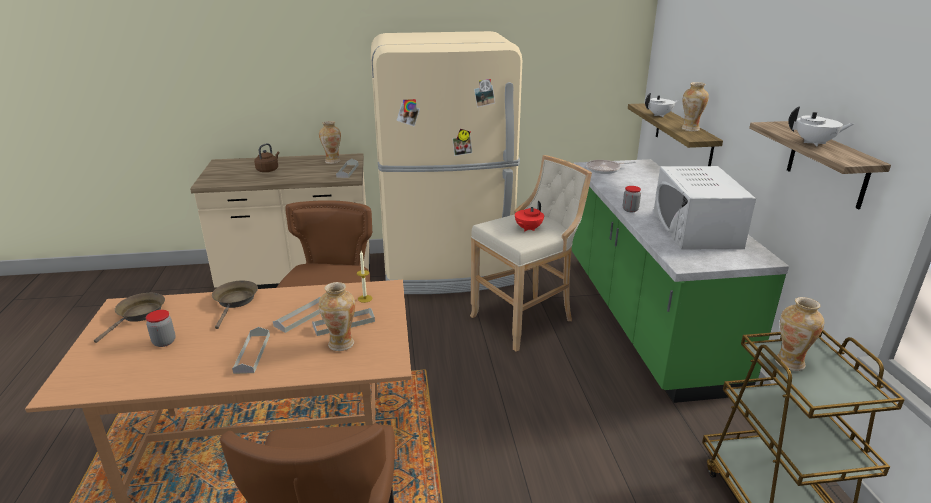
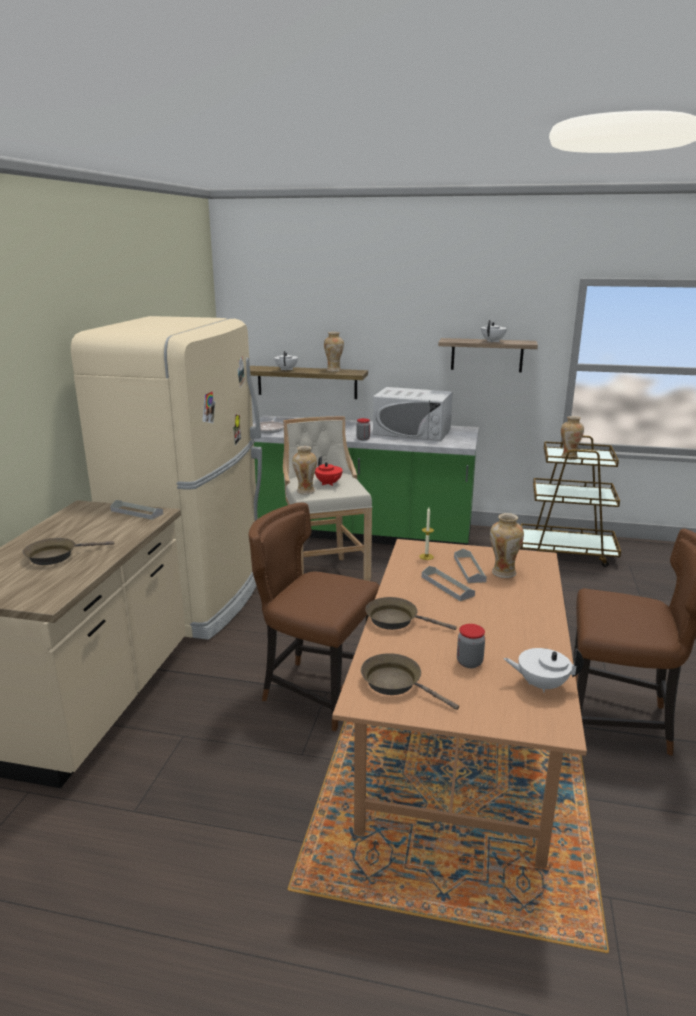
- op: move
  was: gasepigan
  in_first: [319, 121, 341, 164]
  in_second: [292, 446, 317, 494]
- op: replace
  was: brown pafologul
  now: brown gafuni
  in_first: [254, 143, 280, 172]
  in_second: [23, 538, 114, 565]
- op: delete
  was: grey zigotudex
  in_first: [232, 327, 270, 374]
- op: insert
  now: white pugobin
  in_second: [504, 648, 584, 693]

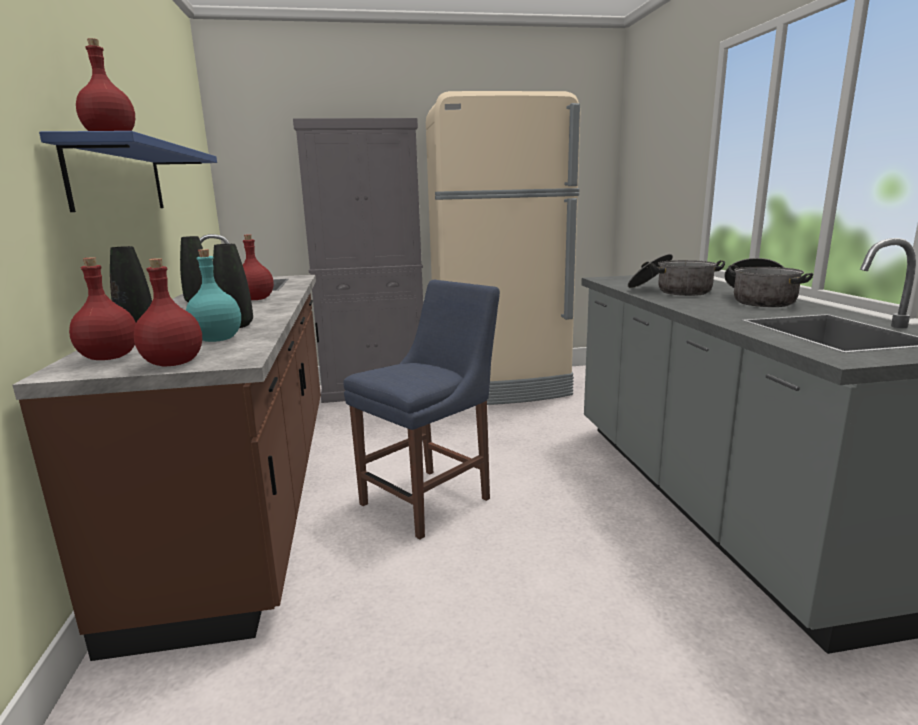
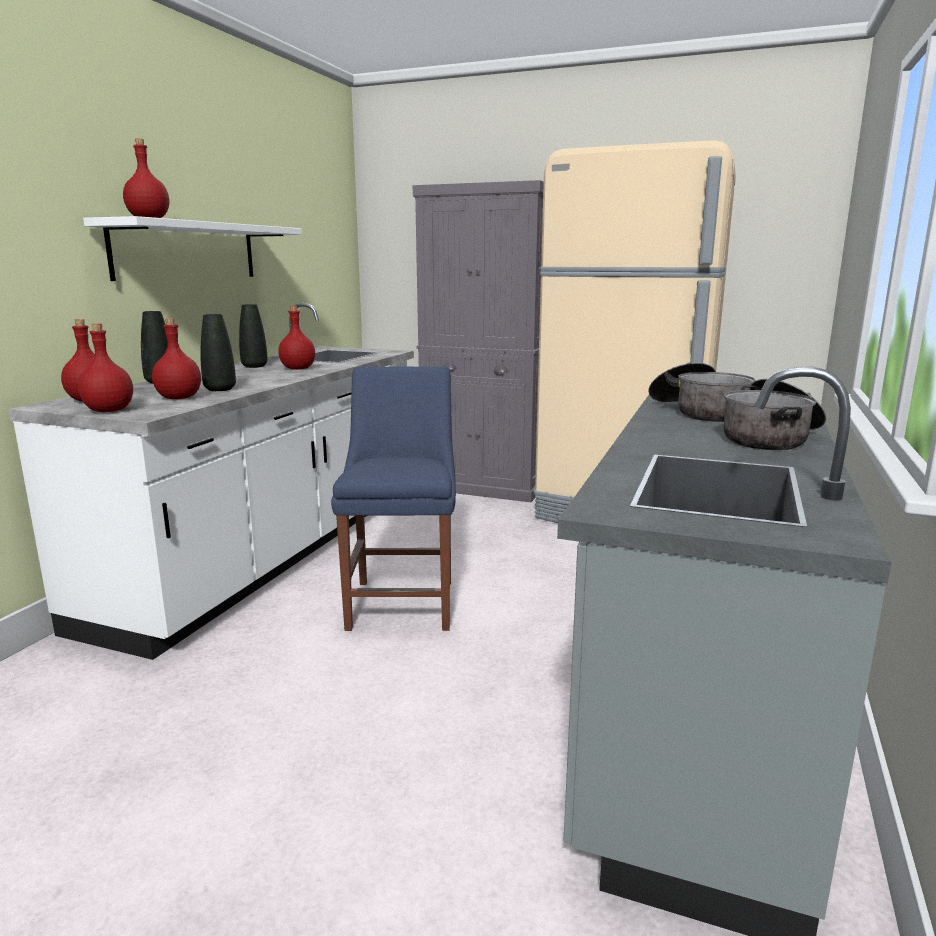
- op: recolor
  was: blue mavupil
  now: white mavupil
  in_first: [39, 131, 217, 212]
  in_second: [83, 216, 302, 281]
- op: recolor
  was: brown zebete
  now: white zebete
  in_first: [13, 234, 321, 661]
  in_second: [8, 303, 414, 660]
- op: recolor
  was: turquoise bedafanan
  now: red bedafanan
  in_first: [186, 249, 241, 342]
  in_second: [152, 318, 201, 399]
- op: rotate
  was: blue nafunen
  in_first: [343, 280, 500, 540]
  in_second: [331, 366, 456, 631]
  clockwise: -75

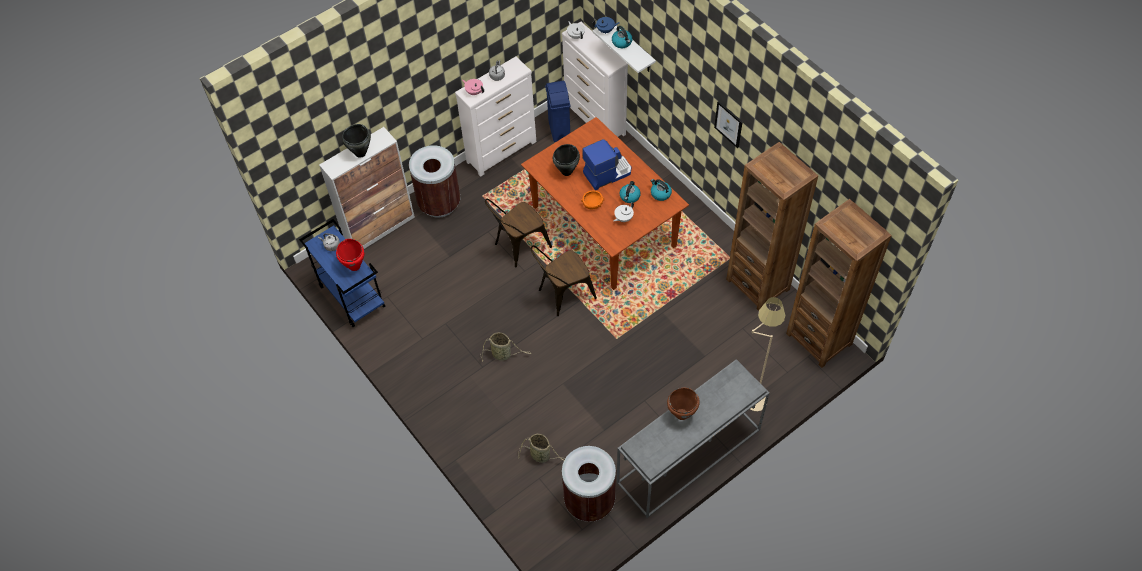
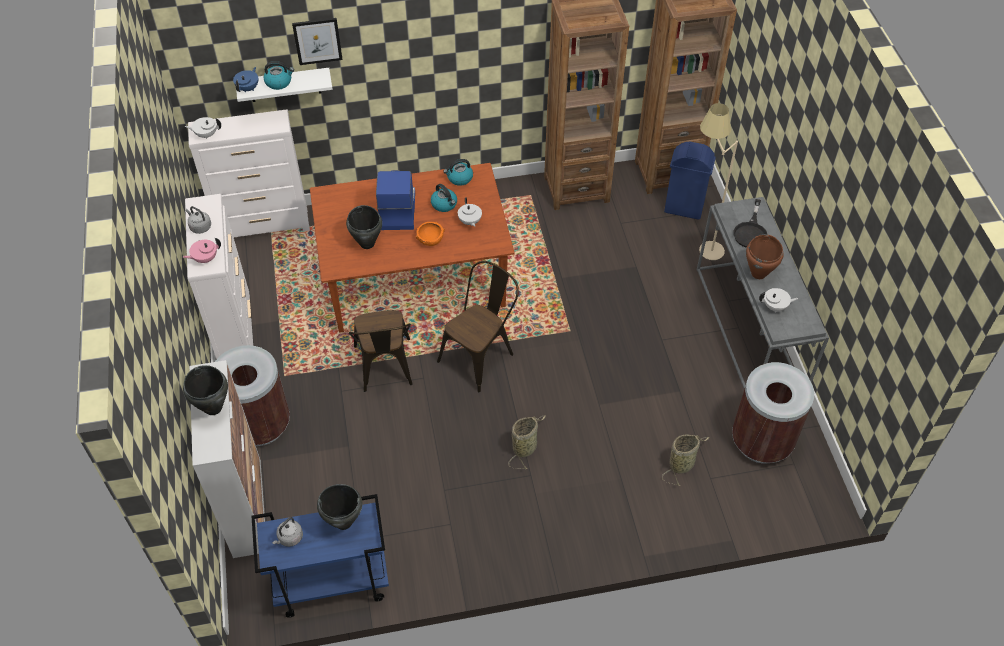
- op: move
  was: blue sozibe
  in_first: [545, 81, 570, 142]
  in_second: [664, 142, 716, 220]
- op: move
  was: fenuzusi
  in_first: [714, 101, 743, 148]
  in_second: [292, 18, 343, 65]
- op: recolor
  was: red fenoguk
  now: black fenoguk
  in_first: [336, 239, 365, 271]
  in_second: [317, 484, 363, 530]
- op: rotate
  was: brown nafunen
  in_first: [531, 245, 597, 316]
  in_second: [437, 261, 519, 392]
  clockwise: -135
- op: insert
  now: black gafuni
  in_second: [733, 199, 768, 248]
- op: insert
  now: white pugobin
  in_second: [759, 288, 798, 312]

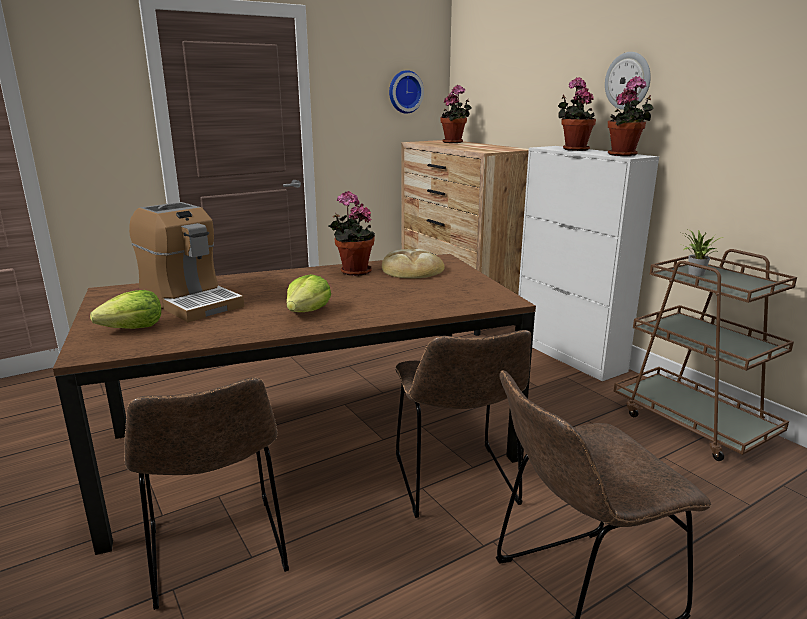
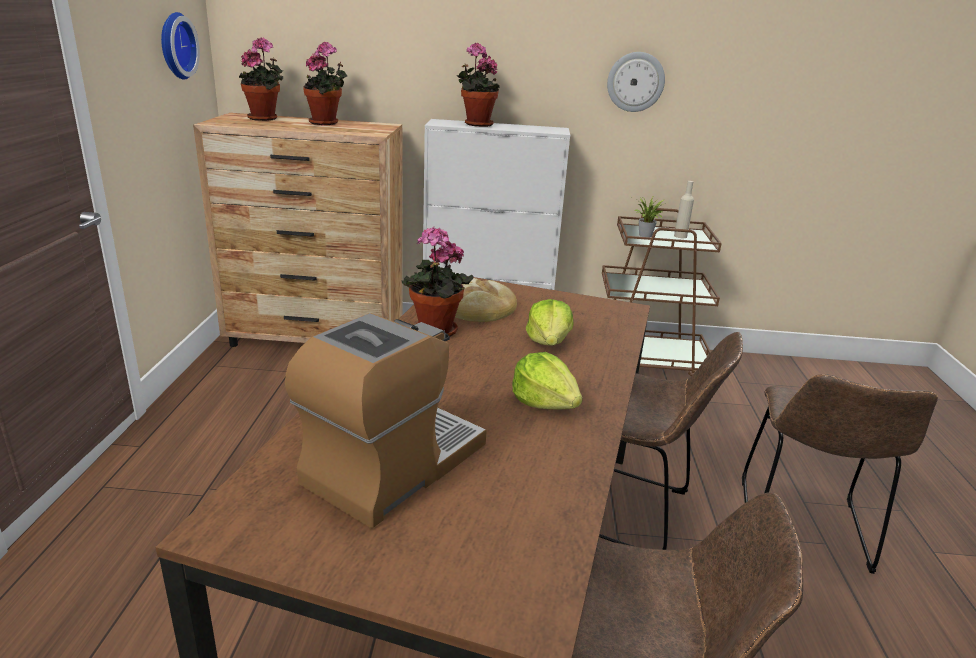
- op: move
  was: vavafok
  in_first: [605, 52, 651, 110]
  in_second: [607, 52, 665, 112]
- op: move
  was: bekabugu
  in_first: [608, 76, 654, 156]
  in_second: [303, 42, 347, 125]
- op: rotate
  was: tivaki
  in_first: [129, 202, 244, 322]
  in_second: [285, 313, 487, 528]
  clockwise: -45
- op: move
  was: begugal
  in_first: [90, 290, 161, 329]
  in_second: [526, 299, 574, 346]
- op: insert
  now: beige bedafanan
  in_second: [674, 181, 694, 238]

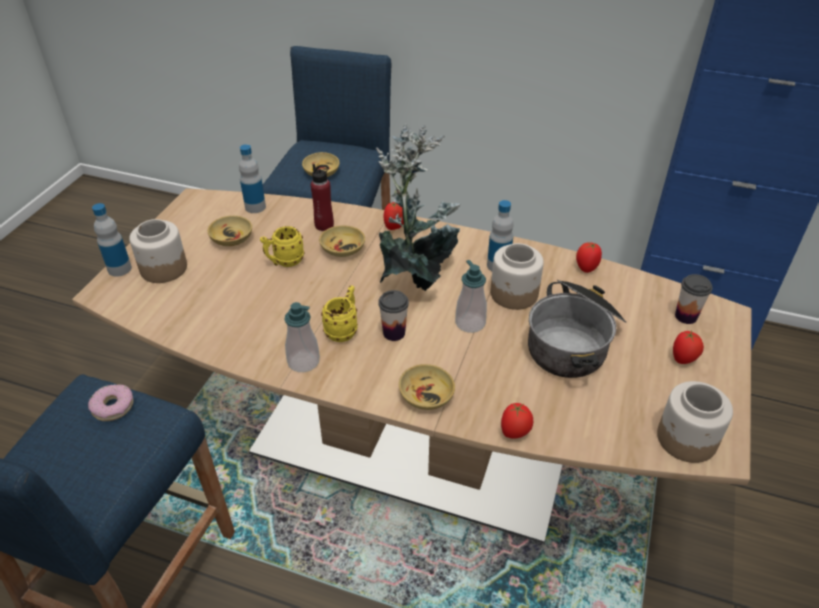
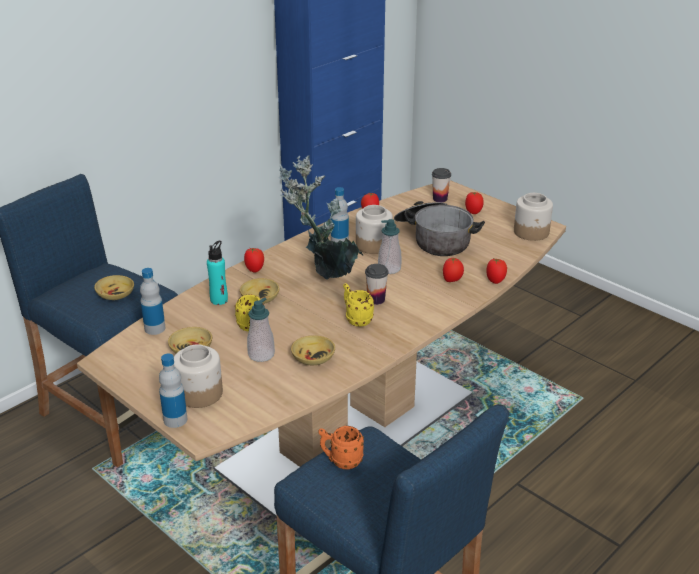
- op: recolor
  was: red bedafanan
  now: turquoise bedafanan
  in_first: [311, 164, 334, 231]
  in_second: [207, 240, 228, 305]
- op: move
  was: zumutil
  in_first: [284, 302, 320, 372]
  in_second: [247, 297, 275, 362]
- op: move
  was: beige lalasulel
  in_first: [399, 364, 455, 410]
  in_second: [291, 335, 335, 365]
- op: replace
  was: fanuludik
  now: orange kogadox
  in_first: [88, 384, 133, 421]
  in_second: [318, 426, 364, 469]
- op: insert
  now: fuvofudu
  in_second: [443, 258, 464, 282]

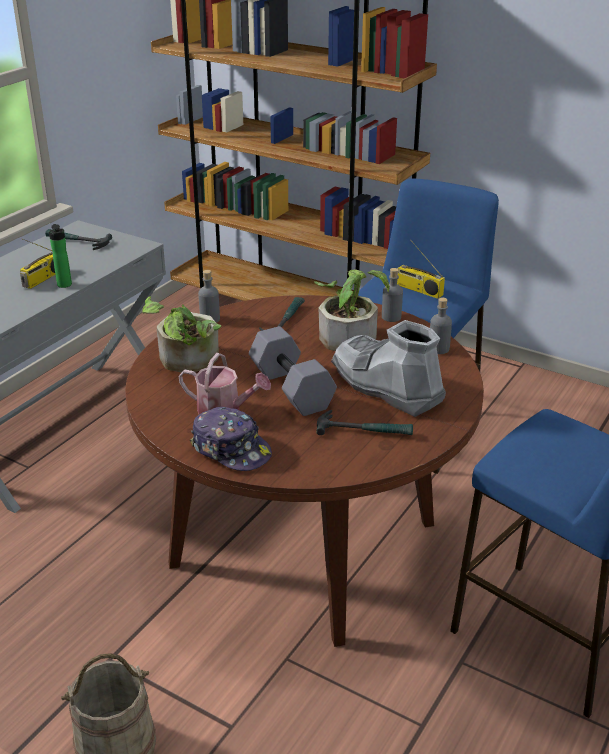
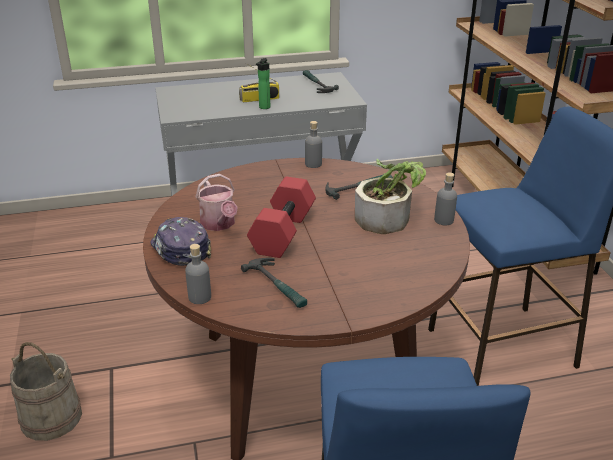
- op: delete
  was: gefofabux
  in_first: [397, 242, 445, 299]
- op: delete
  was: bekabugu
  in_first: [142, 296, 222, 373]
- op: move
  was: grey bedafanan
  in_first: [430, 298, 452, 354]
  in_second: [185, 244, 211, 304]
- op: delete
  was: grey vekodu
  in_first: [331, 320, 446, 417]
- op: recolor
  was: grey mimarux
  now: red mimarux
  in_first: [249, 326, 337, 416]
  in_second: [247, 177, 316, 258]
- op: rotate
  was: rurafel
  in_first: [190, 407, 272, 471]
  in_second: [150, 217, 211, 266]
  clockwise: 150

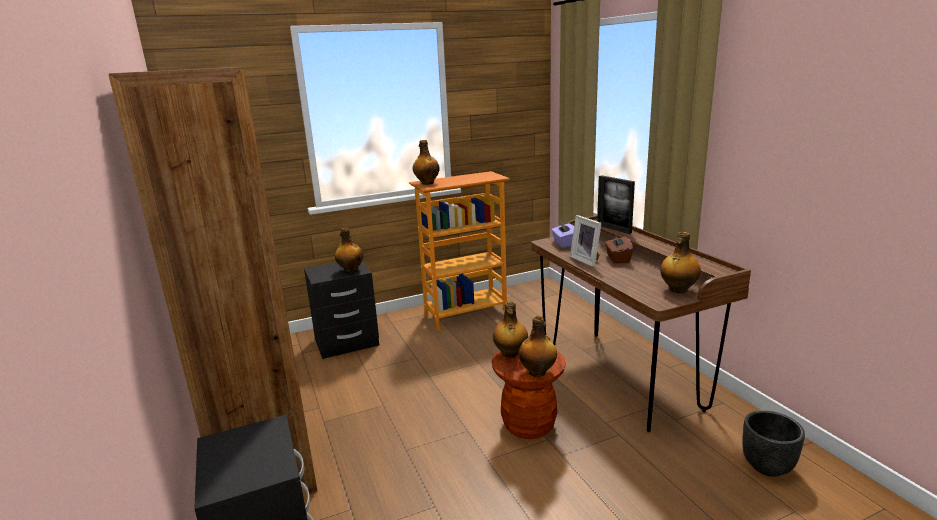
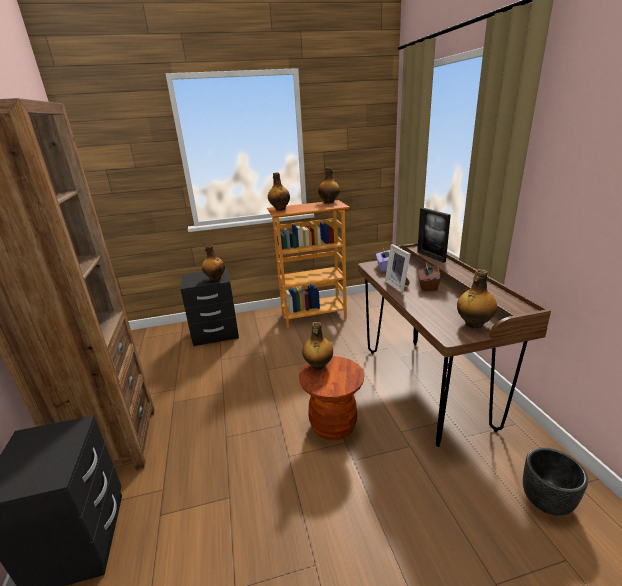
- op: move
  was: bedafanan
  in_first: [519, 316, 557, 377]
  in_second: [318, 167, 340, 204]

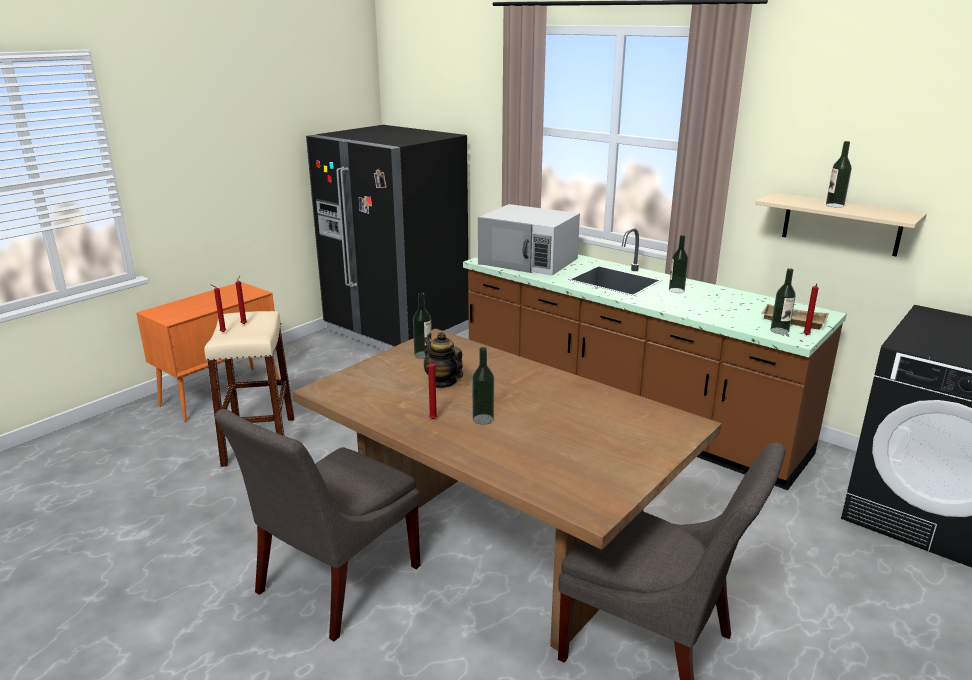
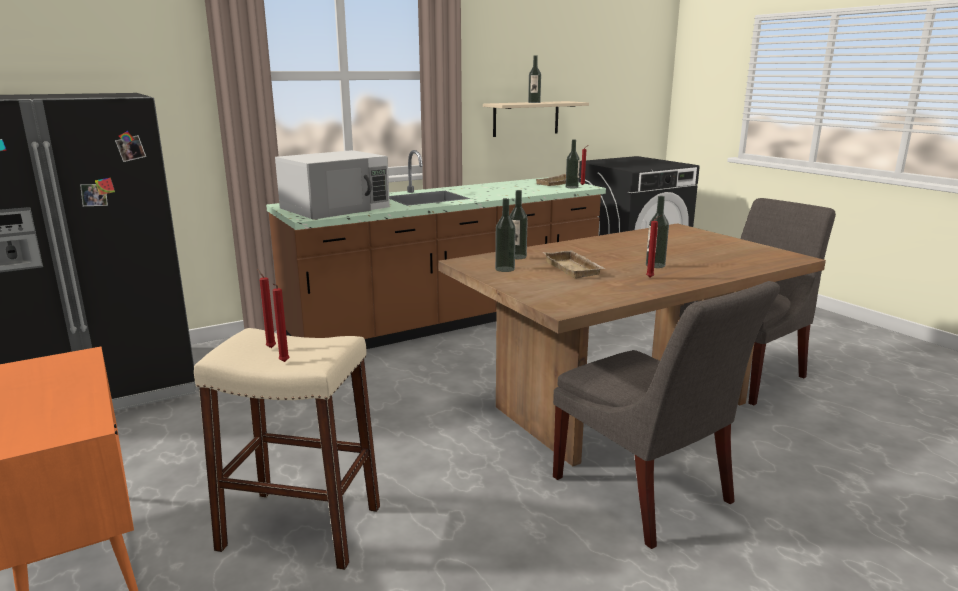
- op: move
  was: bedafanan
  in_first: [669, 235, 688, 293]
  in_second: [510, 190, 528, 259]
- op: replace
  was: pugobin
  now: beige zigotudex
  in_first: [423, 332, 463, 388]
  in_second: [543, 250, 606, 279]

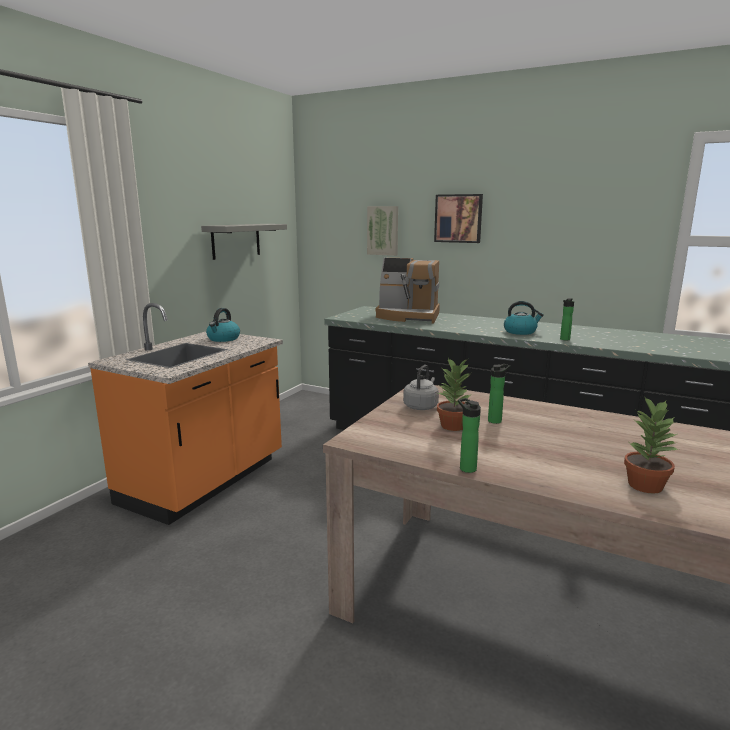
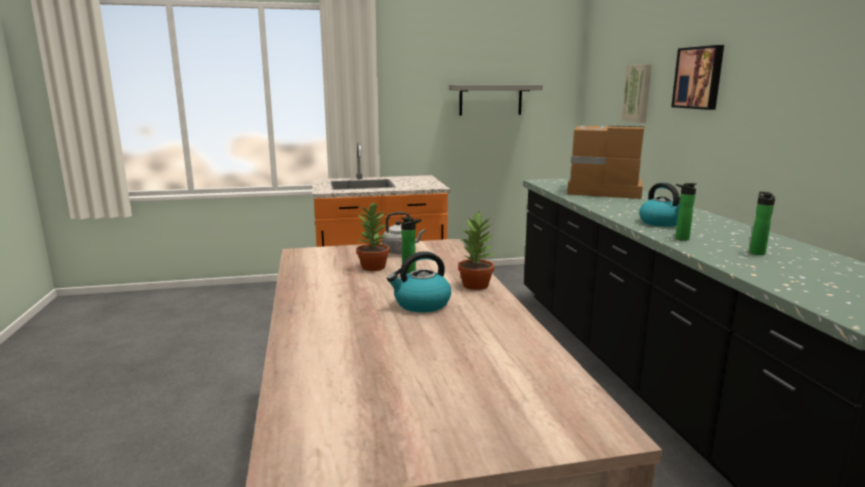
- op: rotate
  was: tivaki
  in_first: [375, 258, 440, 324]
  in_second: [567, 125, 645, 199]
  clockwise: 135
- op: move
  was: pafologul
  in_first: [206, 308, 240, 342]
  in_second: [387, 251, 451, 313]
- op: move
  was: bekabugu
  in_first: [624, 397, 678, 494]
  in_second: [458, 212, 495, 290]
- op: move
  was: bedafanan
  in_first: [458, 398, 481, 473]
  in_second: [749, 192, 775, 255]

